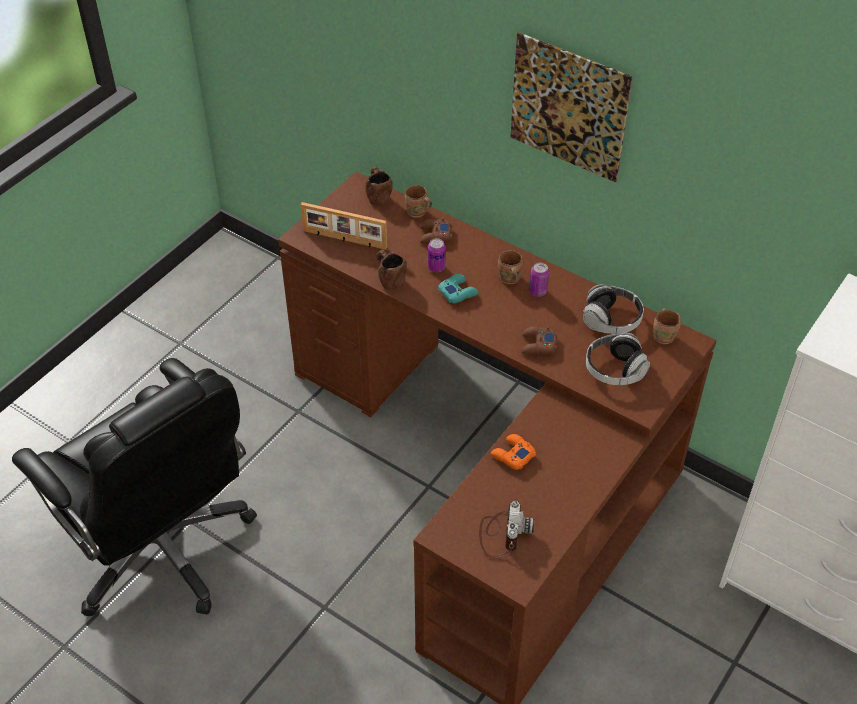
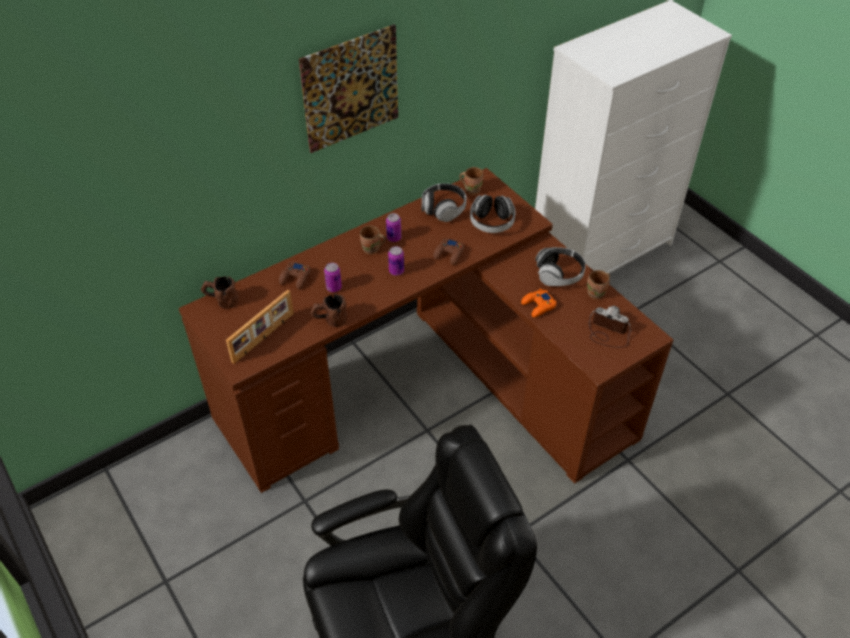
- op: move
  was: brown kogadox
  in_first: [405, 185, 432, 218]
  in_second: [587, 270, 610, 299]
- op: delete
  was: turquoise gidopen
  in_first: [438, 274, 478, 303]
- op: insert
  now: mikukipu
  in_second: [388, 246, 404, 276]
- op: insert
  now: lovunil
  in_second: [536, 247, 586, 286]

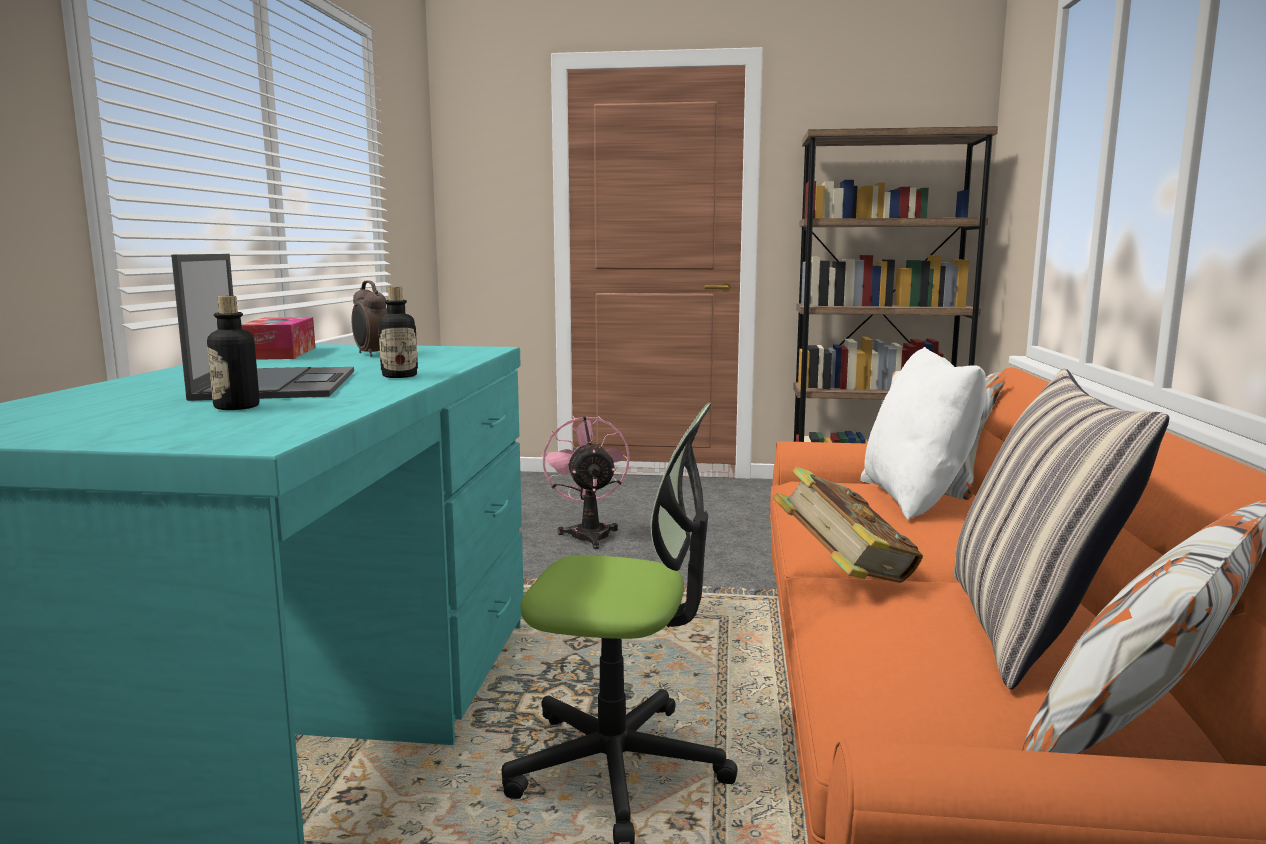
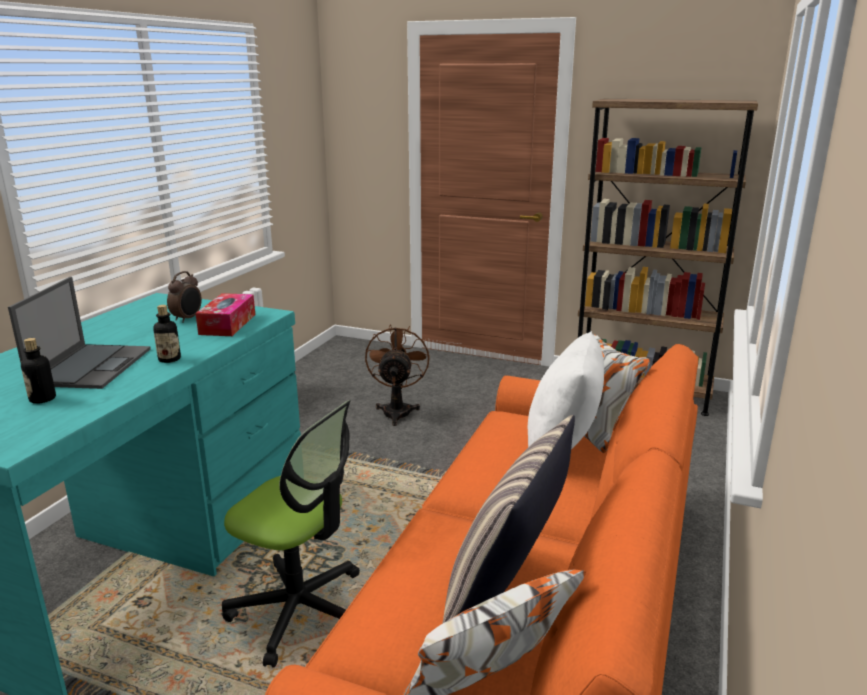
- op: rotate
  was: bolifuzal
  in_first: [352, 280, 387, 357]
  in_second: [167, 271, 202, 323]
  clockwise: -135
- op: move
  was: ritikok
  in_first: [241, 317, 315, 360]
  in_second: [196, 293, 255, 336]
- op: recolor
  was: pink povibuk
  now: brown povibuk
  in_first: [541, 416, 630, 549]
  in_second: [365, 325, 430, 426]
- op: delete
  was: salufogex
  in_first: [773, 466, 923, 583]

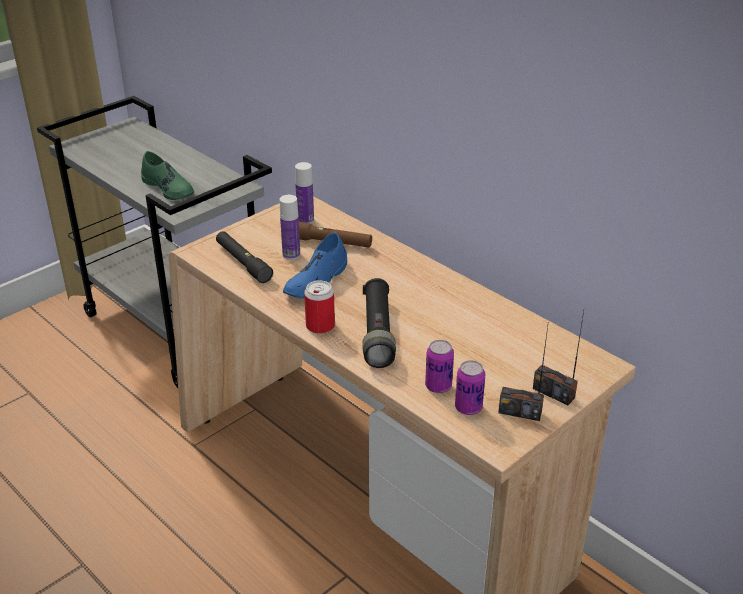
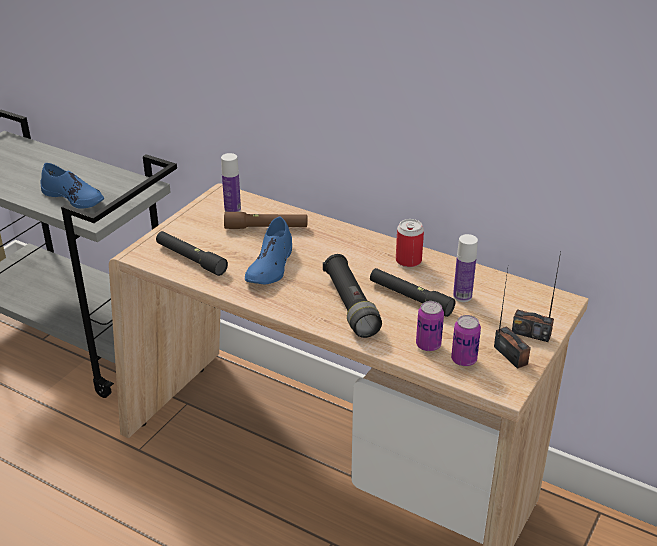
- op: recolor
  was: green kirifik
  now: blue kirifik
  in_first: [141, 151, 194, 200]
  in_second: [40, 163, 104, 209]
- op: move
  was: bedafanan
  in_first: [280, 195, 300, 260]
  in_second: [453, 234, 478, 302]
- op: move
  was: mikukipu
  in_first: [304, 280, 335, 334]
  in_second: [396, 219, 424, 267]
- op: rotate
  was: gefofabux
  in_first: [498, 327, 548, 421]
  in_second: [494, 269, 531, 369]
  clockwise: -120
- op: insert
  now: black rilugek
  in_second: [370, 268, 455, 317]

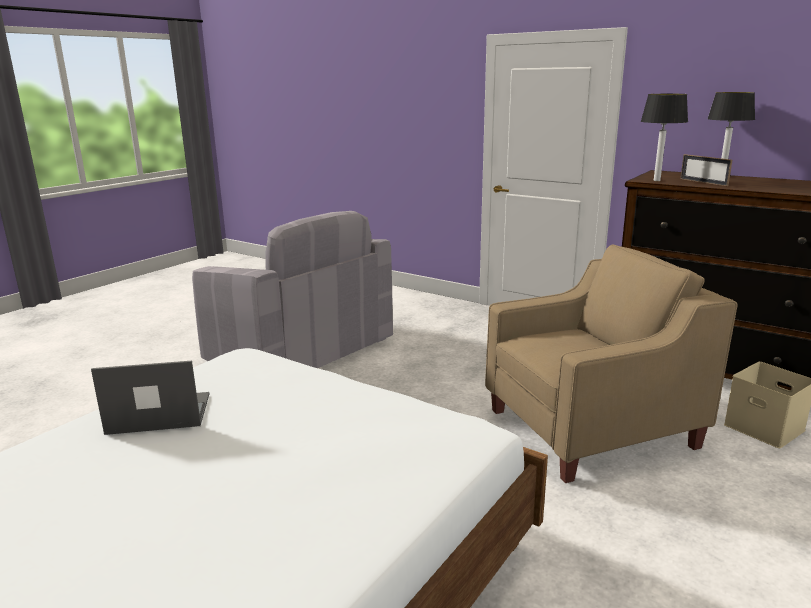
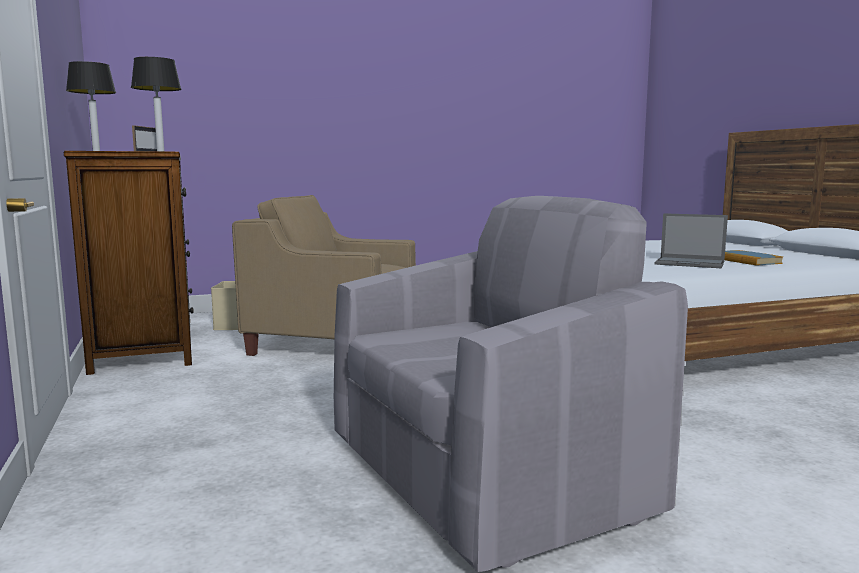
- op: rotate
  was: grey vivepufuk
  in_first: [192, 211, 393, 368]
  in_second: [334, 196, 688, 572]
  clockwise: 75
- op: insert
  now: salufogex
  in_second: [725, 250, 783, 266]

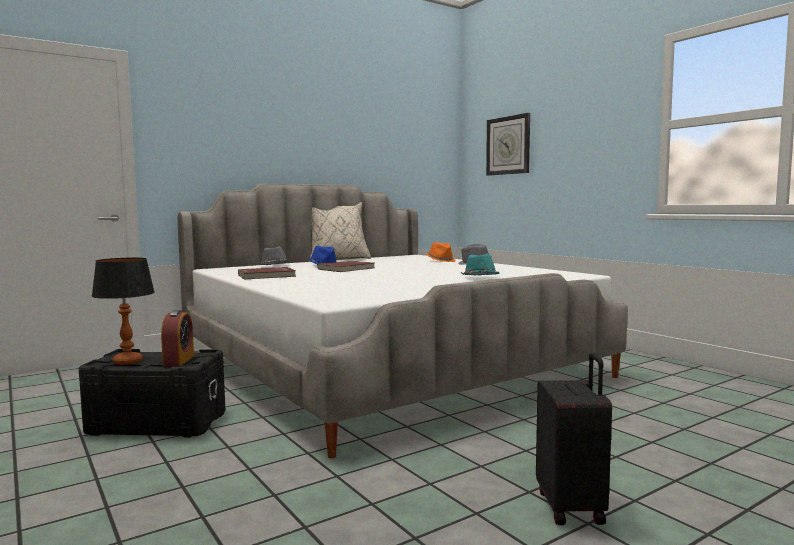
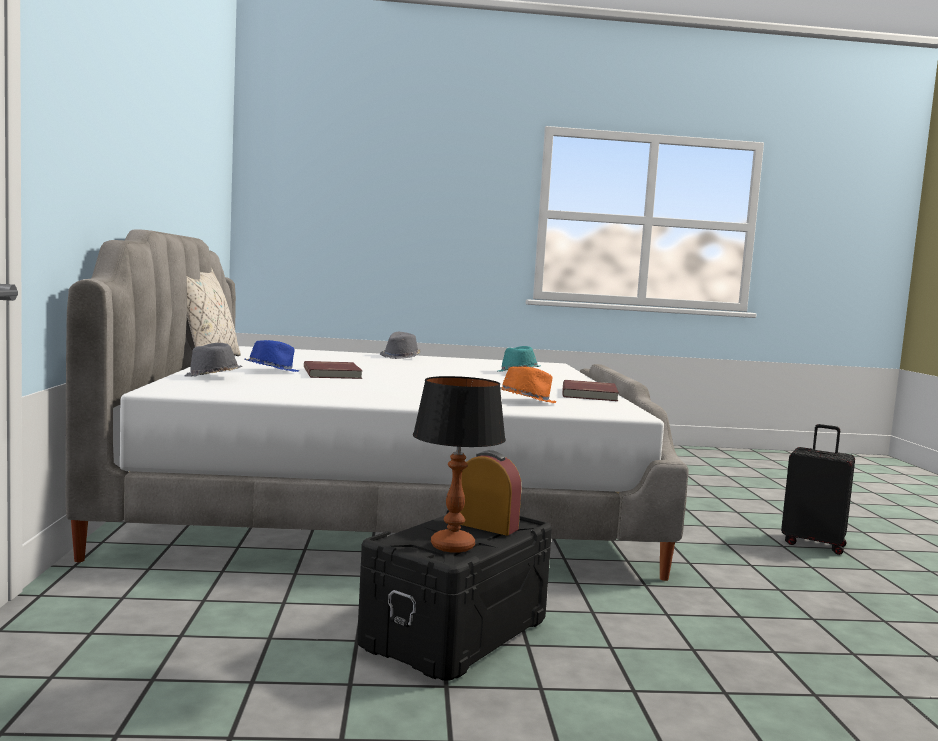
- op: delete
  was: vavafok
  in_first: [486, 113, 530, 176]
- op: move
  was: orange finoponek
  in_first: [426, 242, 455, 262]
  in_second: [500, 367, 557, 403]
- op: move
  was: red salufogex
  in_first: [238, 267, 296, 279]
  in_second: [562, 380, 619, 401]

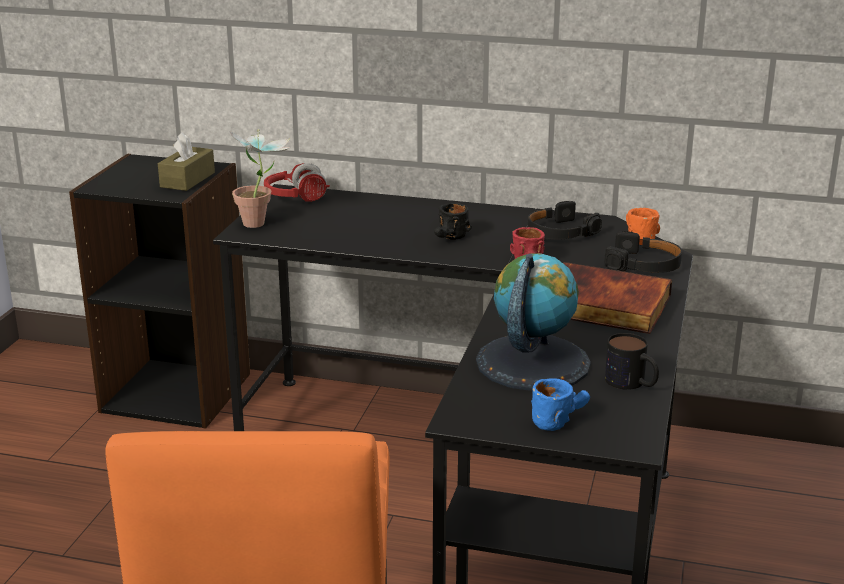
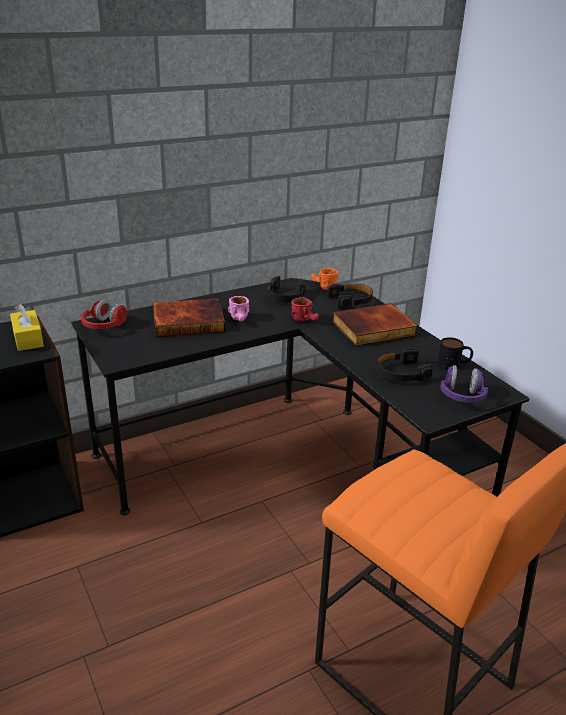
- op: delete
  was: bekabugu
  in_first: [229, 129, 290, 228]
- op: recolor
  was: brown ritikok
  now: yellow ritikok
  in_first: [158, 132, 215, 191]
  in_second: [10, 303, 44, 351]
- op: recolor
  was: black kogadox
  now: pink kogadox
  in_first: [434, 203, 472, 240]
  in_second: [228, 296, 250, 321]
- op: replace
  was: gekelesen
  now: black lovunil
  in_first: [476, 253, 591, 391]
  in_second: [377, 349, 433, 382]
- op: replace
  was: blue kogadox
  now: purple lovunil
  in_first: [531, 378, 590, 431]
  in_second: [440, 365, 488, 403]
- op: insert
  now: salufogex
  in_second: [153, 298, 225, 337]

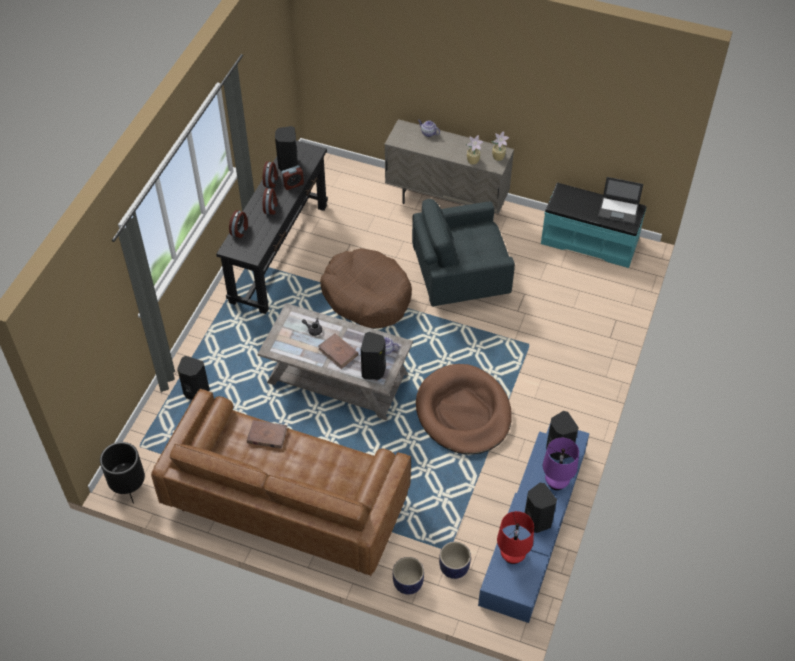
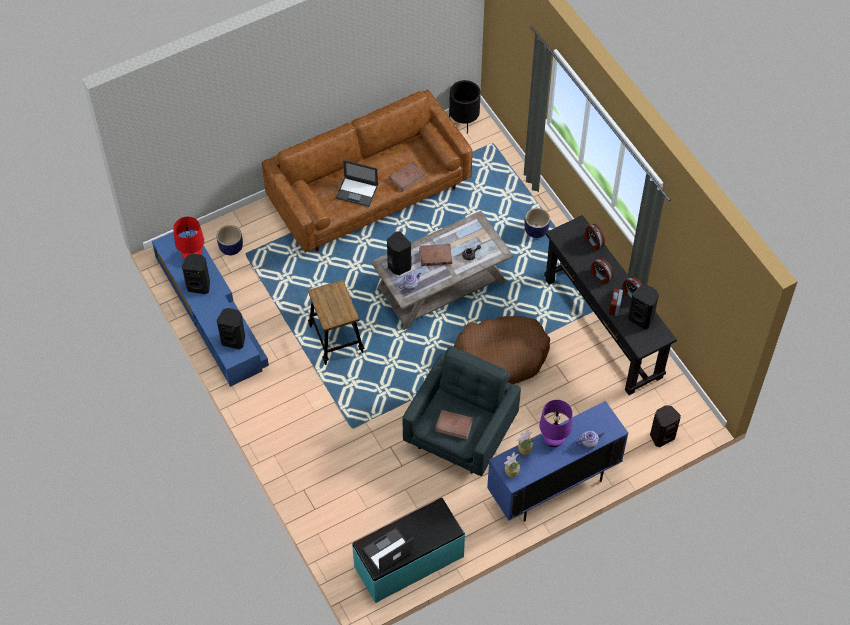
- op: recolor
  was: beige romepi
  now: blue romepi
  in_first: [384, 119, 514, 214]
  in_second: [487, 401, 628, 522]
- op: move
  was: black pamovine
  in_first: [177, 356, 210, 400]
  in_second: [650, 405, 681, 447]
- op: replace
  was: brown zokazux
  now: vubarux
  in_first: [416, 364, 512, 455]
  in_second: [308, 280, 364, 365]
- op: move
  was: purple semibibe
  in_first: [543, 438, 579, 490]
  in_second: [539, 400, 572, 447]
- op: move
  was: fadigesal
  in_first: [393, 557, 424, 594]
  in_second: [524, 208, 550, 238]
- op: insert
  now: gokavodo
  in_second: [336, 160, 378, 207]
- op: insert
  now: brown salufogex
  in_second: [435, 410, 473, 440]

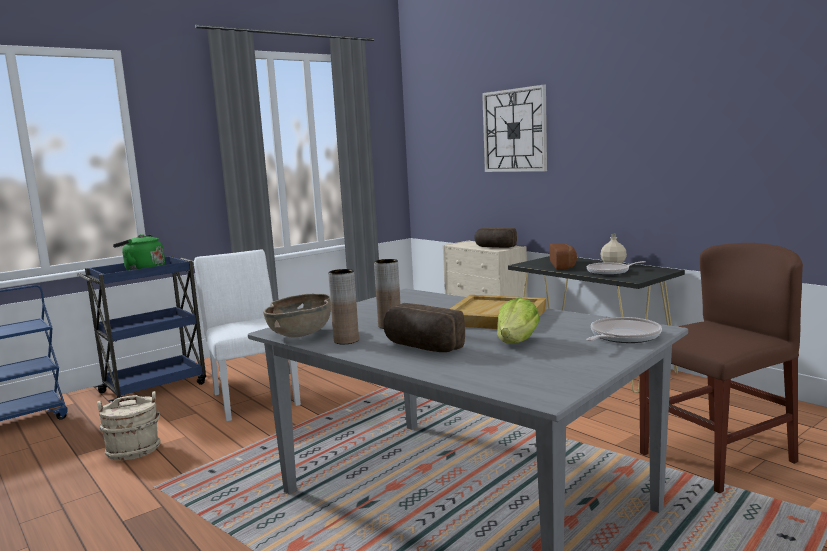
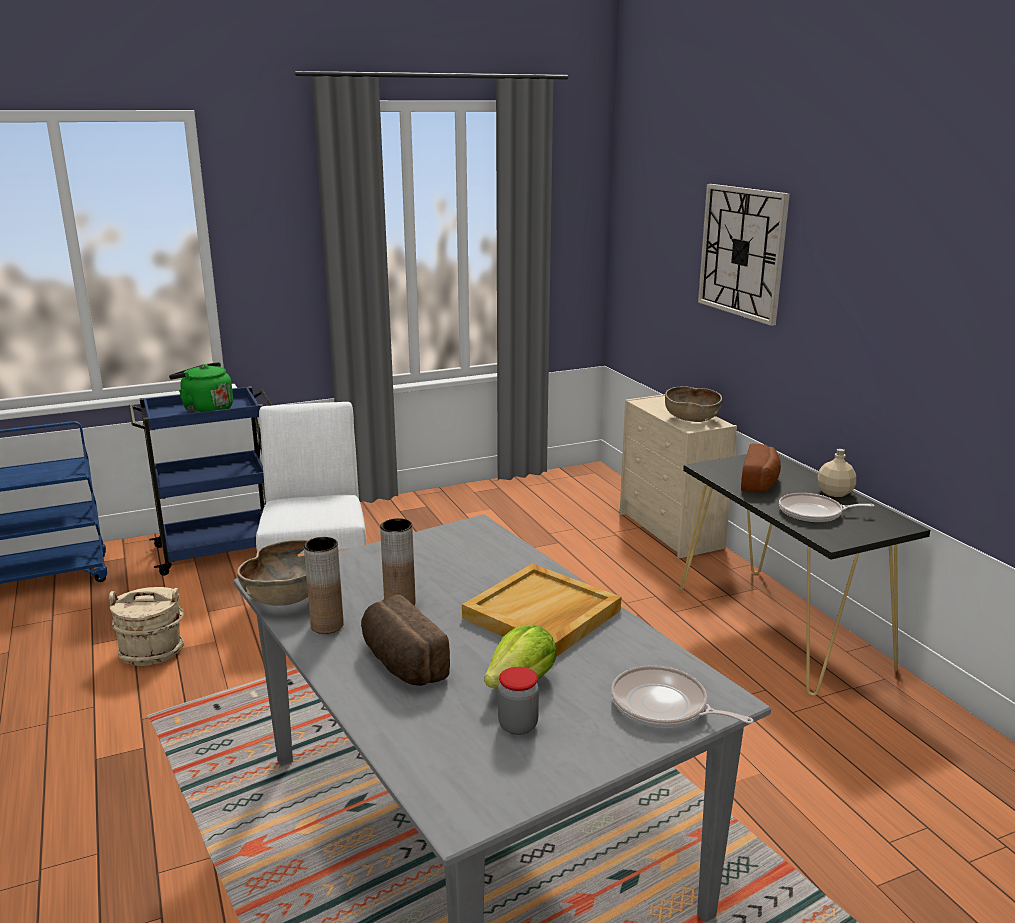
- op: replace
  was: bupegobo
  now: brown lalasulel
  in_first: [474, 228, 517, 248]
  in_second: [665, 386, 722, 422]
- op: delete
  was: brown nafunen
  in_first: [639, 243, 803, 493]
- op: rotate
  was: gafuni
  in_first: [586, 317, 662, 343]
  in_second: [611, 665, 754, 728]
  clockwise: -120
- op: insert
  now: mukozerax
  in_second: [498, 667, 539, 735]

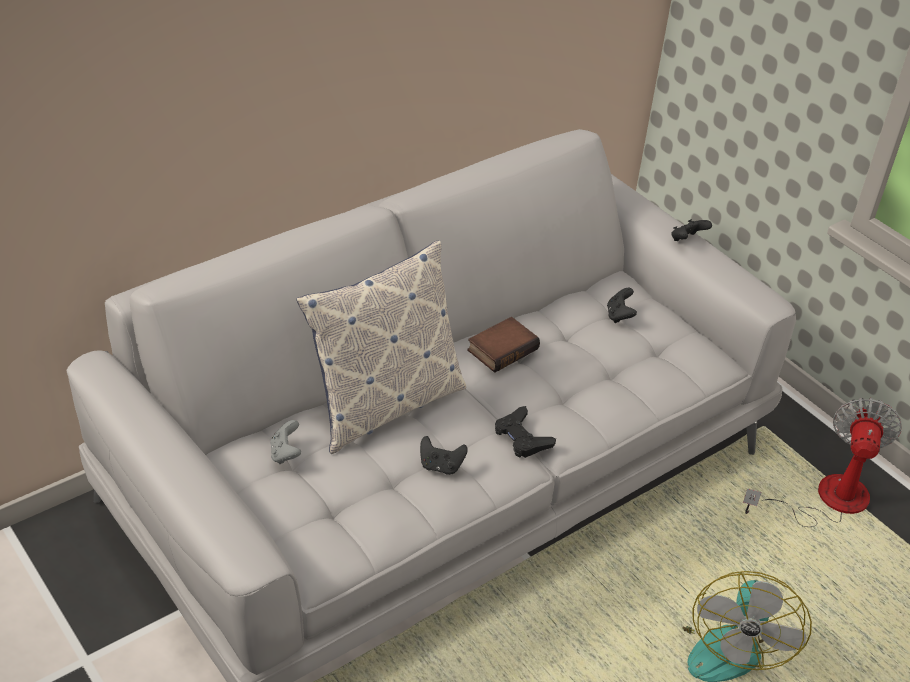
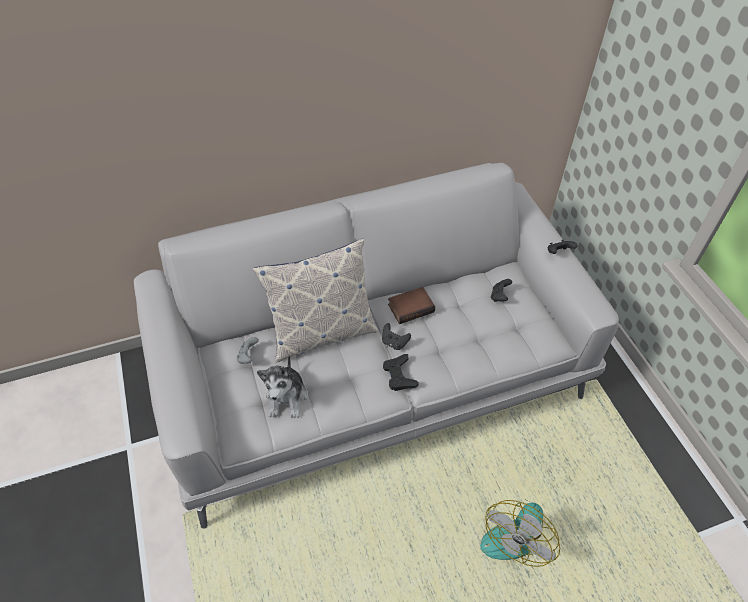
- op: delete
  was: povibuk
  in_first: [743, 398, 902, 527]
- op: move
  was: black gidopen
  in_first: [420, 436, 468, 475]
  in_second: [382, 323, 411, 350]
- op: insert
  now: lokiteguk
  in_second: [257, 354, 308, 419]

